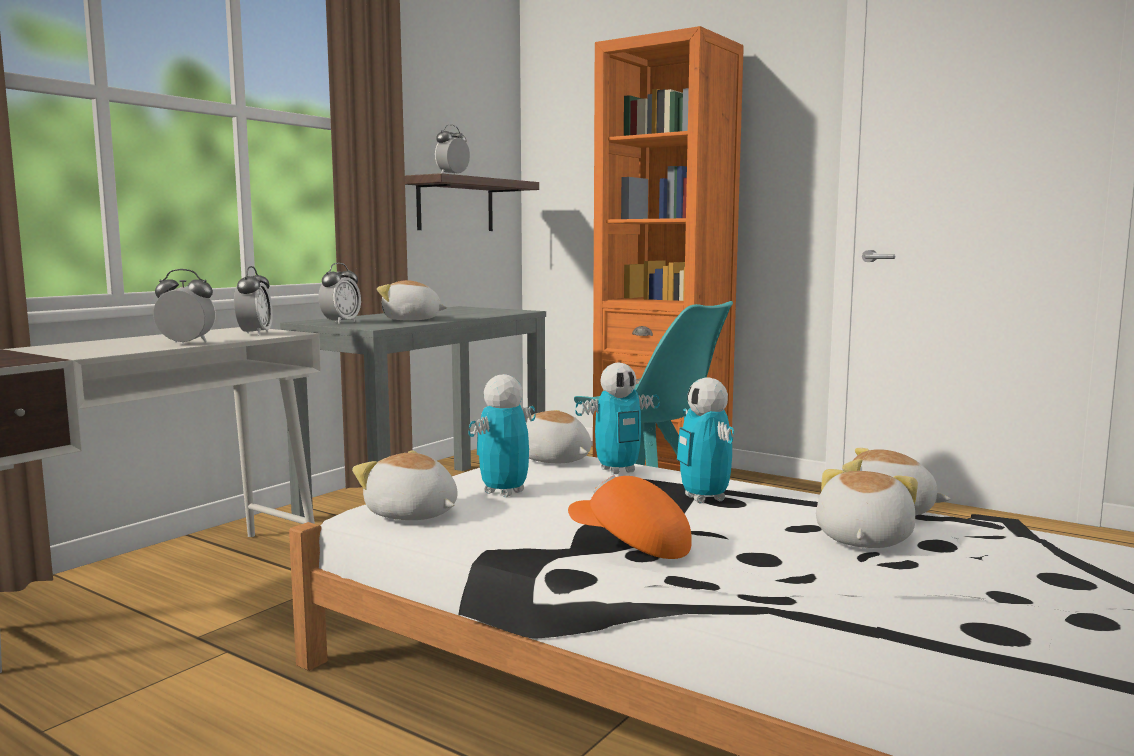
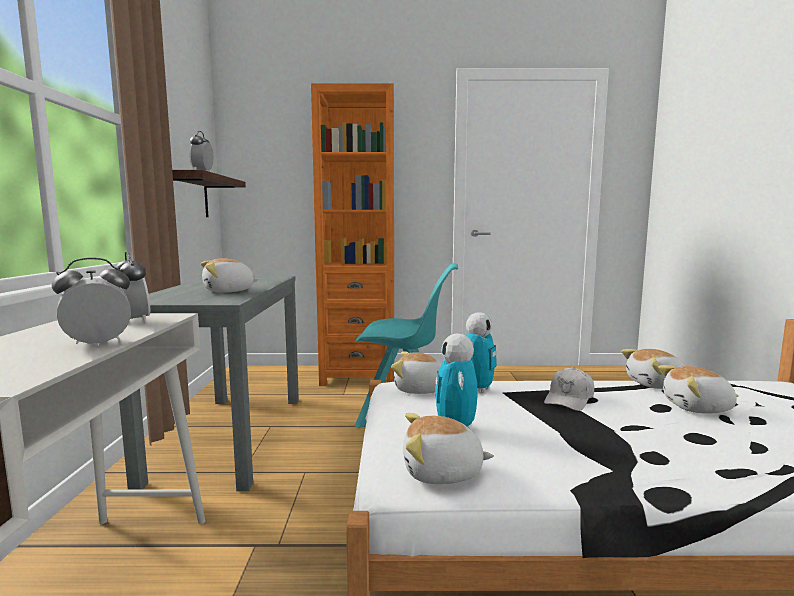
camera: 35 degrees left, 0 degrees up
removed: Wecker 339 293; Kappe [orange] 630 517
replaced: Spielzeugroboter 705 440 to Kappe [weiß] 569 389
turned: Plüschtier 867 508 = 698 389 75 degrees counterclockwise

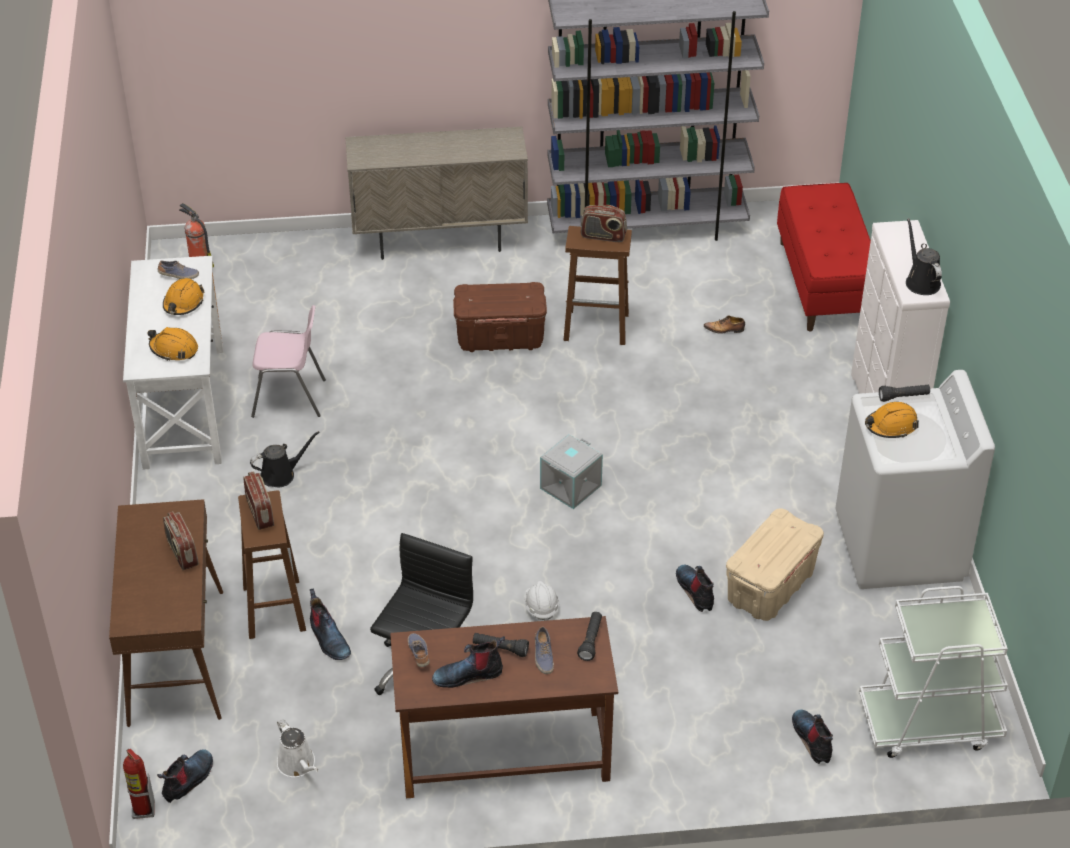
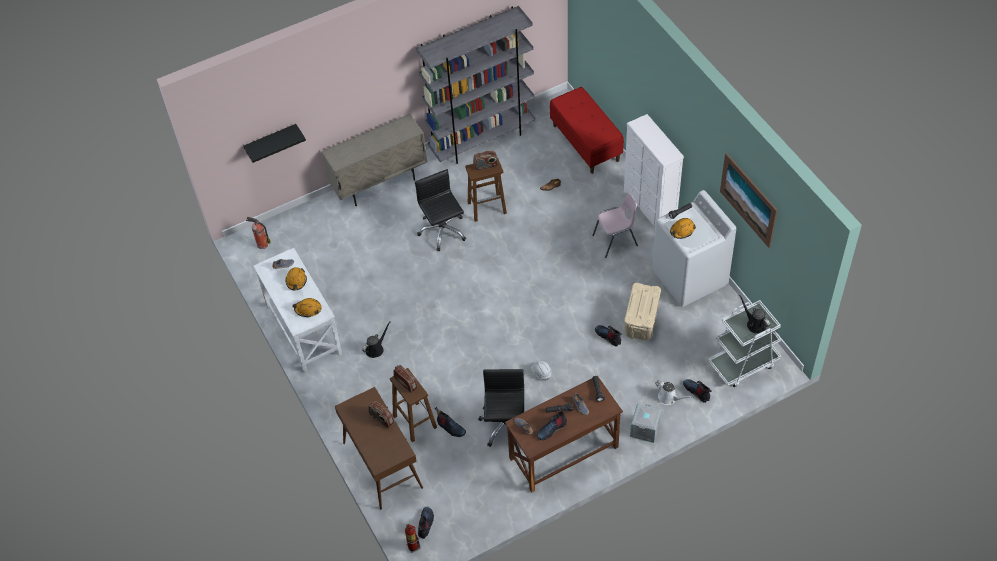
camera: 20 degrees left, 10 degrees up
added: Wandregal [schwarz] 274 143; Bild 749 200
moved: Stuhl [rosa] 288 361 to 615 225; Gießkanne [weiß] 298 748 to 673 392; Aufbewahrungsbox [grau] 571 471 to 645 423; Gießkanne [schwarz] 924 256 to 754 314
replaced: Aufbewahrungsbox [braun] 500 317 to Bürostuhl [schwarz] 440 210

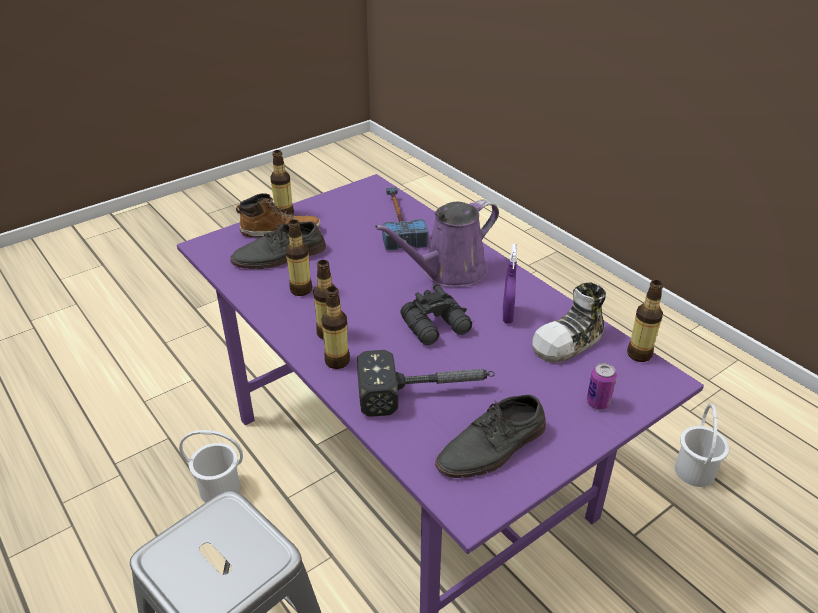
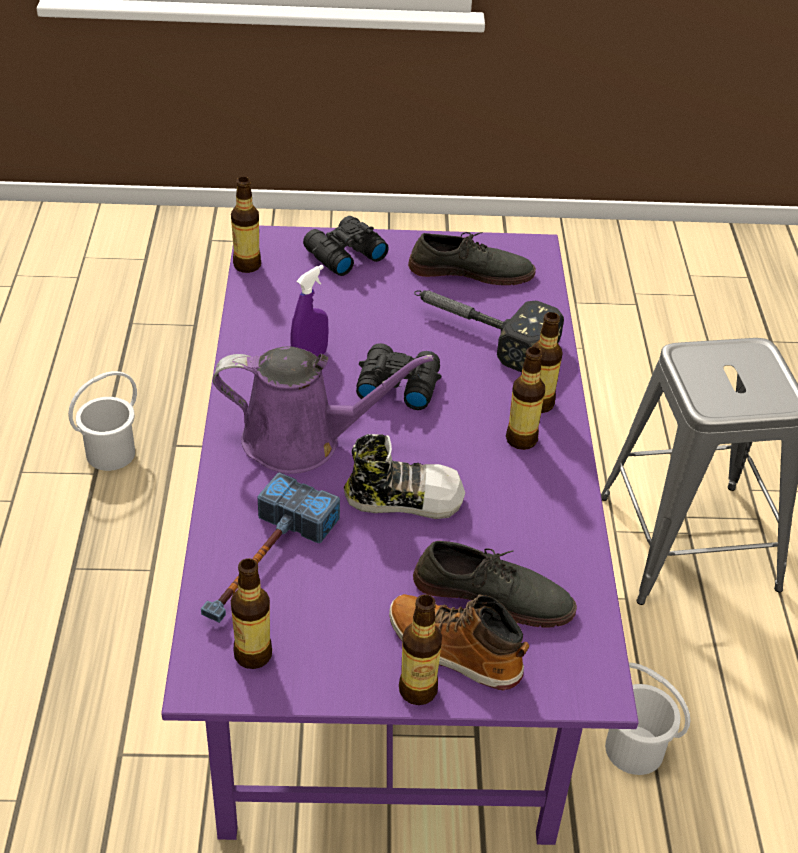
camera: 145 degrees left, 5 degrees up
moved: Flasche 298 258 to 251 613; Schuh 569 322 to 404 476
replaced: Dose 602 386 to Fernglas [schwarz] 346 246

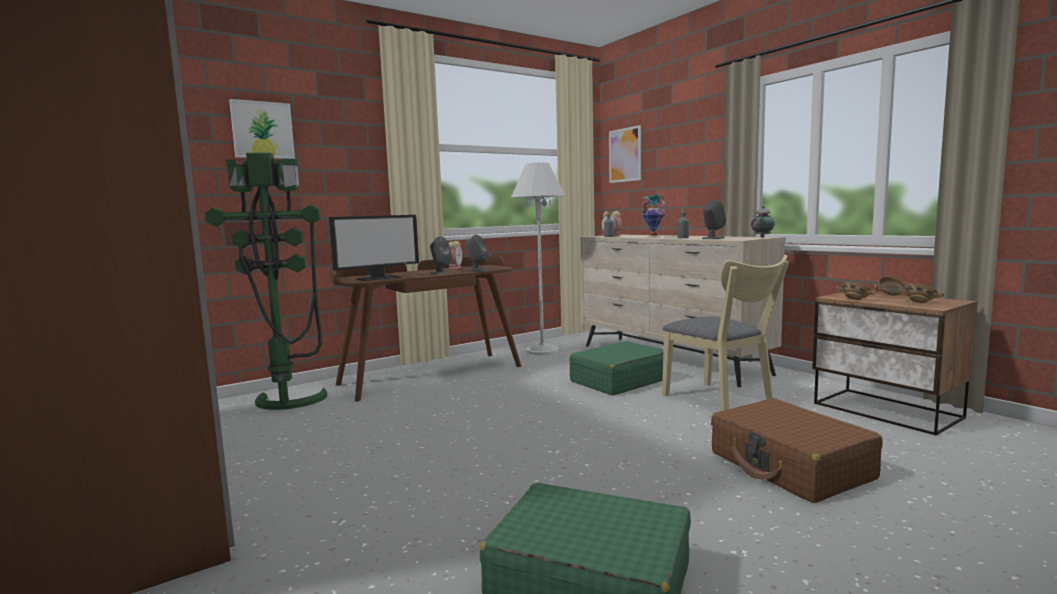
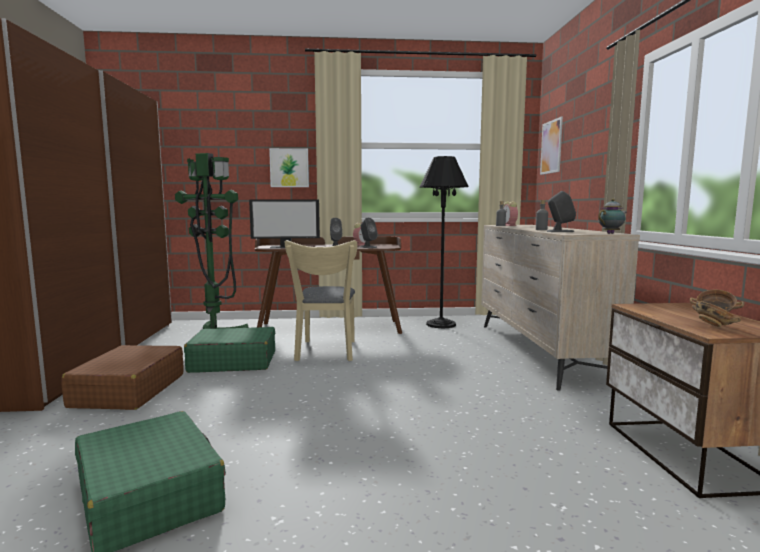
camera: 30 degrees right, 0 degrees up
removed: Vase 653 216; Schüssel 856 291
moved: Bild 262 129 to 289 167; Koffer [grün] 616 368 to 229 350; Stuhl [beige] 725 333 to 321 300; Koffer [braun] 797 450 to 122 377
recoloured: Stehlampe [weiß] 538 259 to Stehlampe [schwarz] 444 242

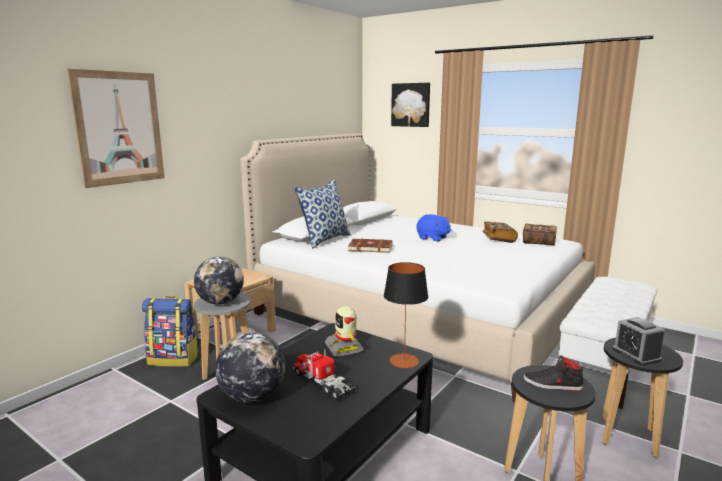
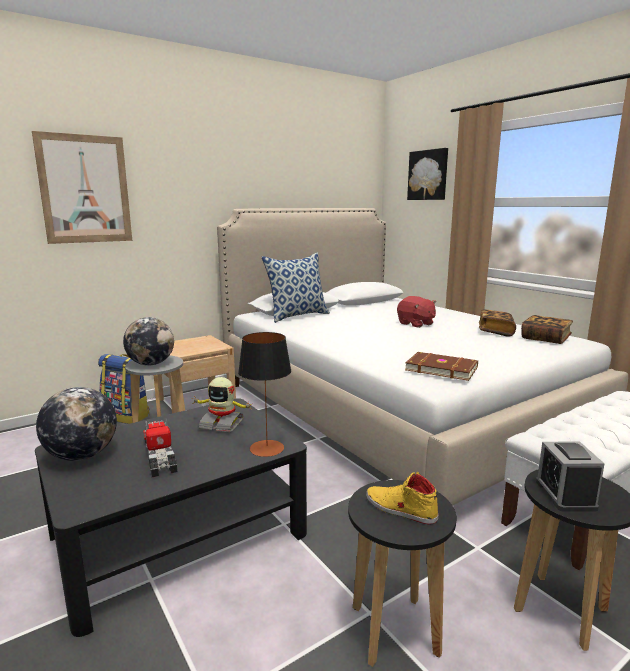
camera: 20 degrees right, 0 degrees up
moved: Buch [braun] 370 246 to 441 366
recoloured: Plüschtier [blau] 434 227 to Plüschtier [rot] 416 312; Schuh [schwarz] 553 373 to Schuh [gelb] 402 498
turned: Spielzeugroboter 344 331 = 222 404 75 degrees counterclockwise

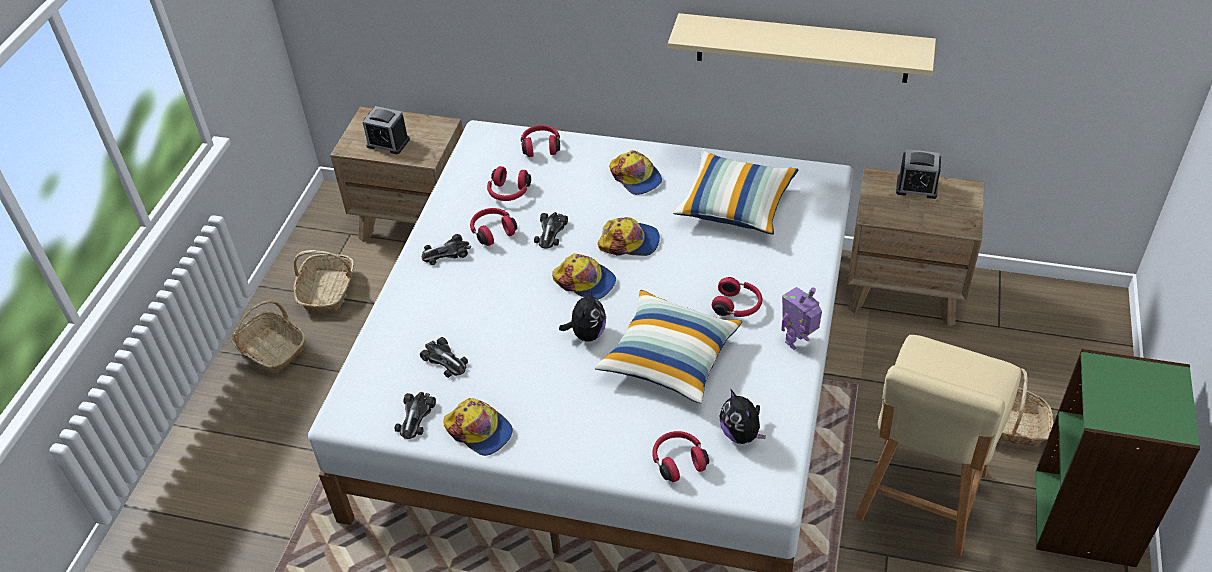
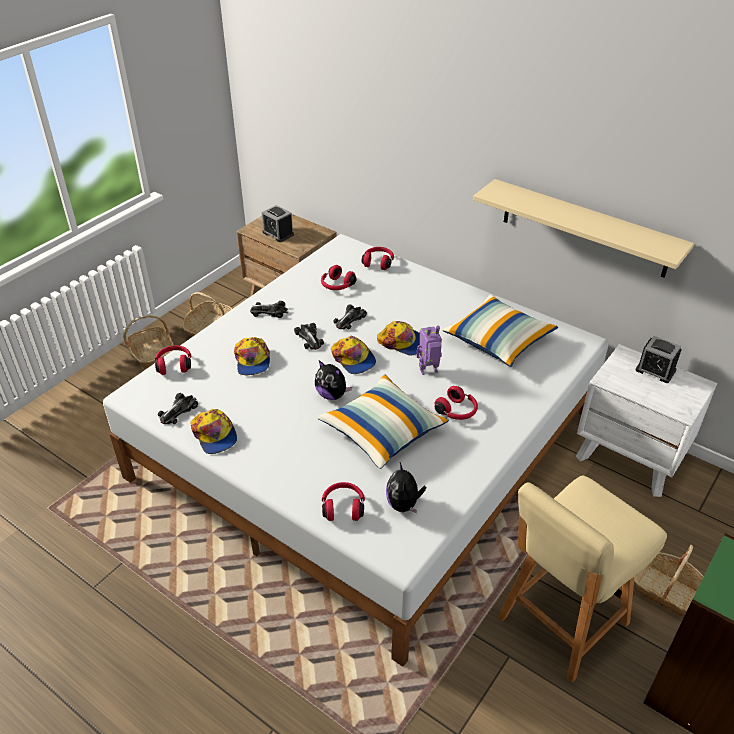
camera: 20 degrees right, 5 degrees down
moved: Spielzeugauto 444 357 to 309 336; Kopfhörer [rot] 493 227 to 173 360; Kappe 635 172 to 252 356; Spielzeugroboter 801 318 to 429 350
recoloured: Nachttisch [braun] 915 247 to Nachttisch [weiß] 646 420
turned: Plüschtier 582 315 = 333 380 90 degrees clockwise

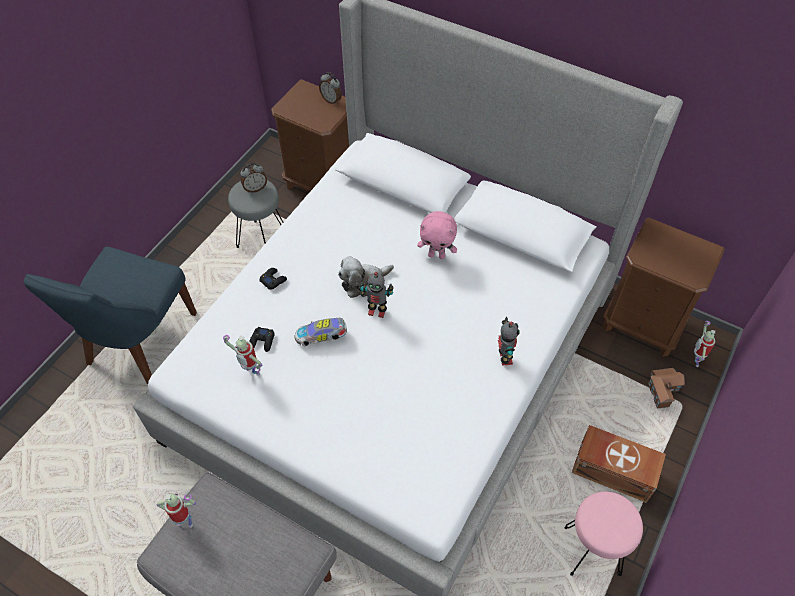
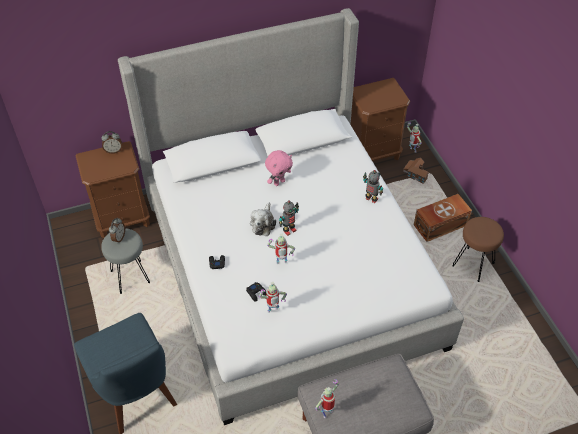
camera: 50 degrees left, 5 degrees down
replaced: Spielzeugauto 320 332 to Spielzeugroboter 281 248
recoloured: Hocker [rosa] 604 534 to Hocker [braun] 478 249

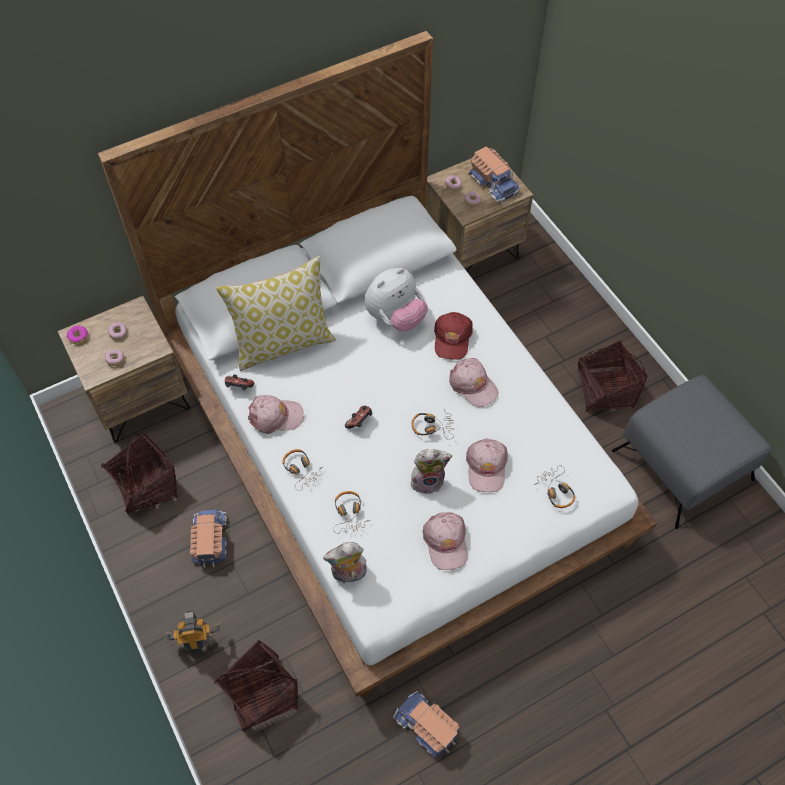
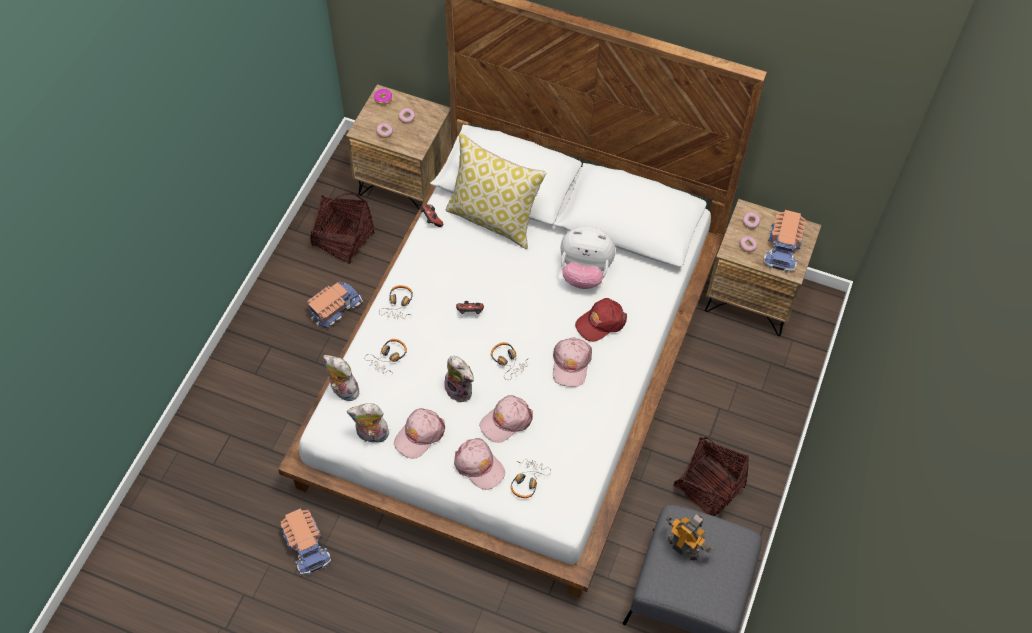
camera: 50 degrees right, 0 degrees up
removed: Korb 256 686
added: Plüschtier 368 423
moved: Spielzeugroboter 194 632 to 690 537; Kappe [rosa] 276 414 to 479 464
turned: Spielzeuglaster 426 724 = 306 542 150 degrees clockwise

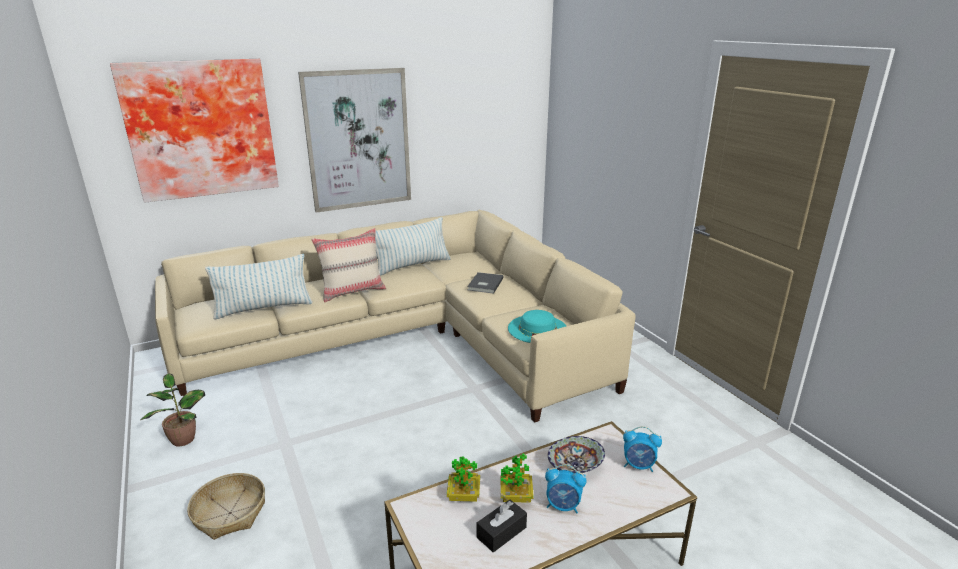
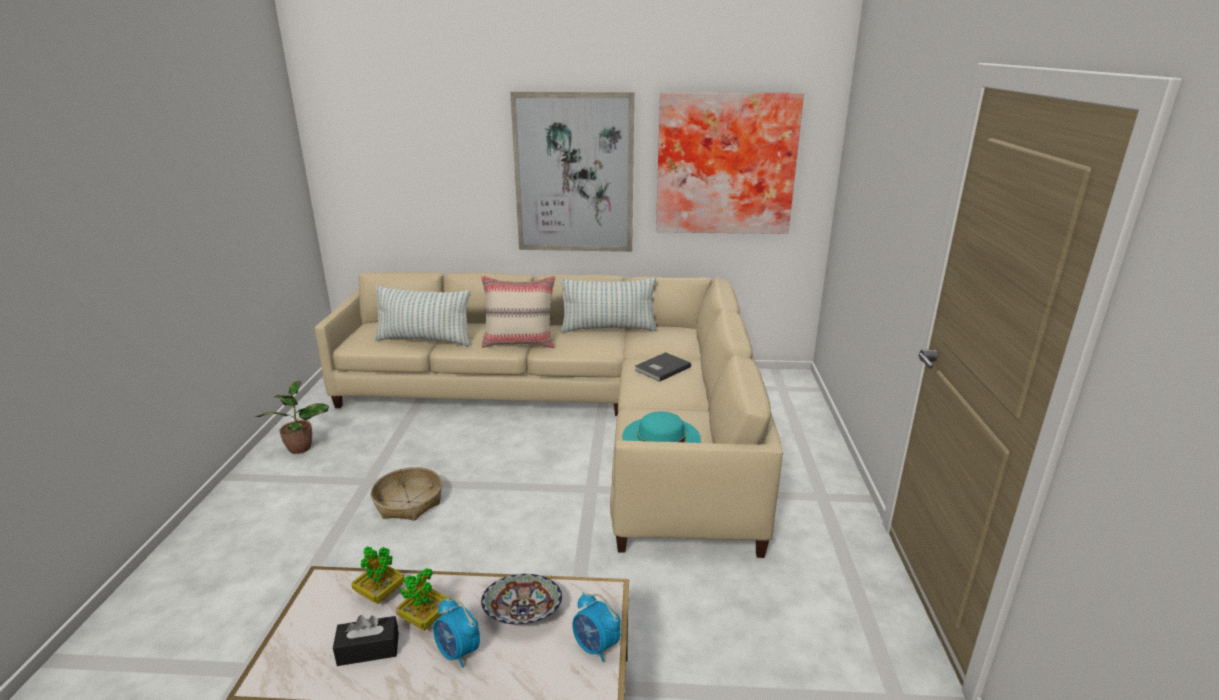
camera: 30 degrees right, 0 degrees up
moved: Bild 194 131 to 730 163; Korb 226 506 to 406 494

